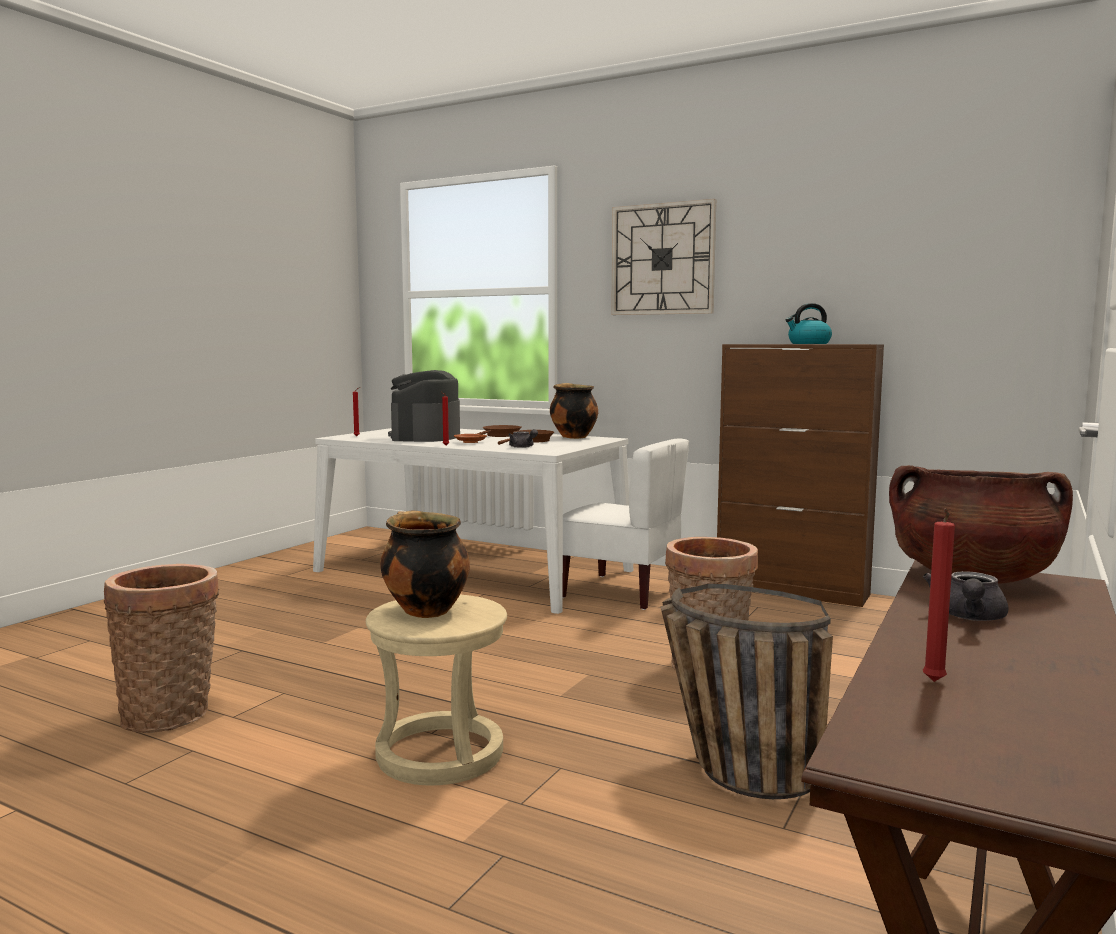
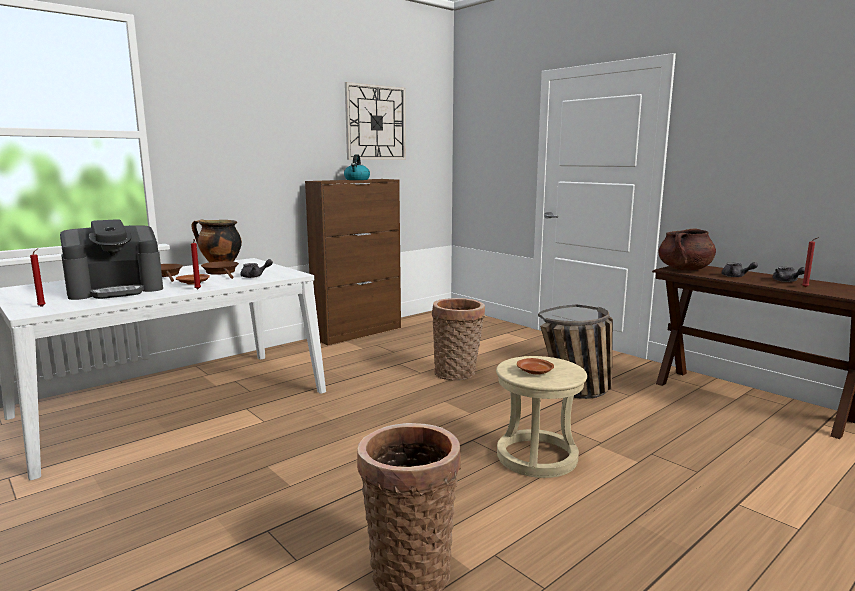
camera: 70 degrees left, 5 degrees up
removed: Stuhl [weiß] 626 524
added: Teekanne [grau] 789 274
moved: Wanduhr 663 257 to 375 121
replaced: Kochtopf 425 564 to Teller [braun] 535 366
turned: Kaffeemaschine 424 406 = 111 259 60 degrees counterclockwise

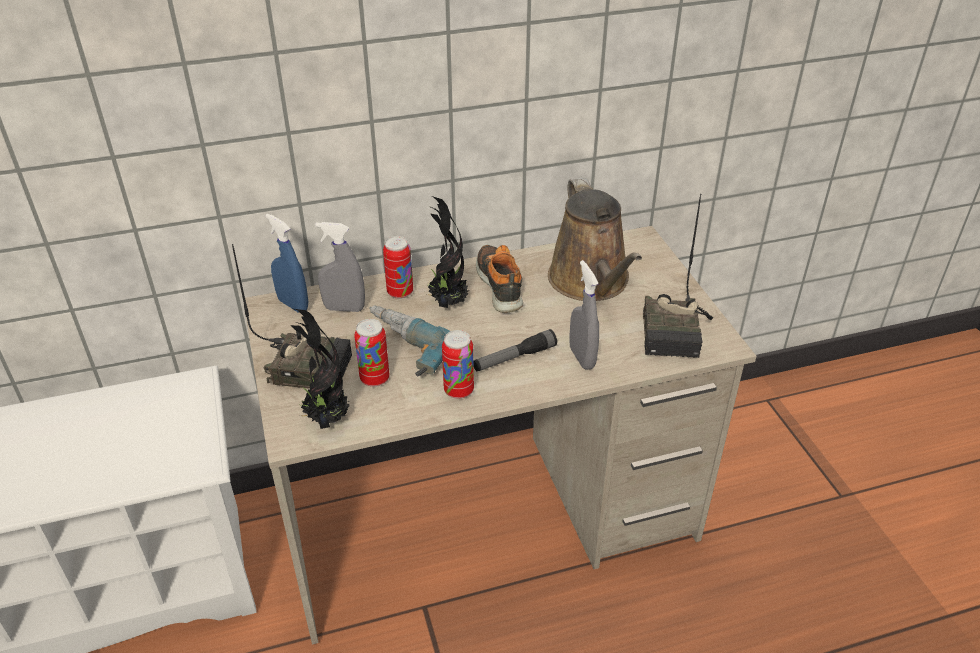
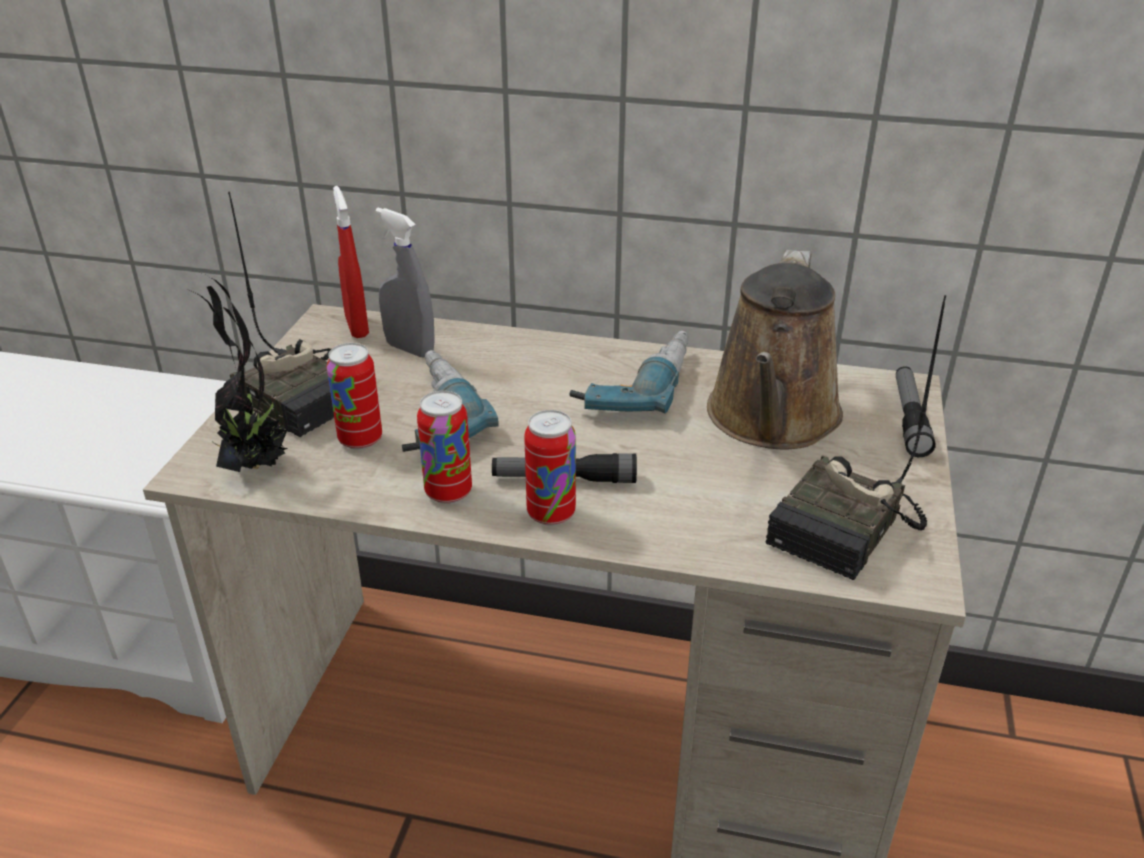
camera: 30 degrees right, 5 degrees down
removed: Topfpflanze 446 252; Sprühflasche [grau] 584 315
added: Taschenlampe 916 411
moved: Dose 398 267 to 550 468
replaced: Schuh 499 279 to Bohrmaschine 628 372
recoloured: Sprühflasche [blau] 287 263 to Sprühflasche [rot] 351 262

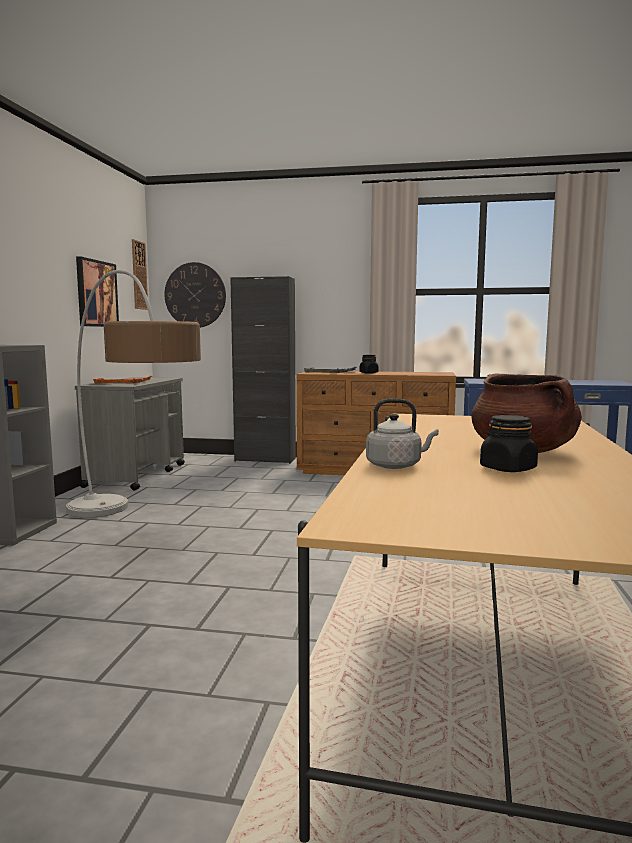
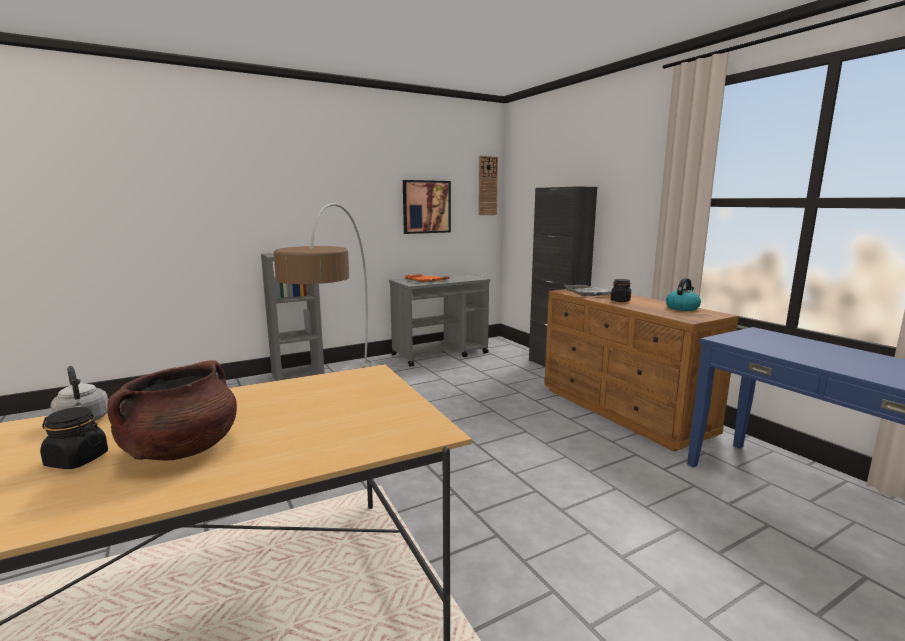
camera: 50 degrees right, 5 degrees up
removed: Wanduhr 195 295
added: Wasserkessel 683 294

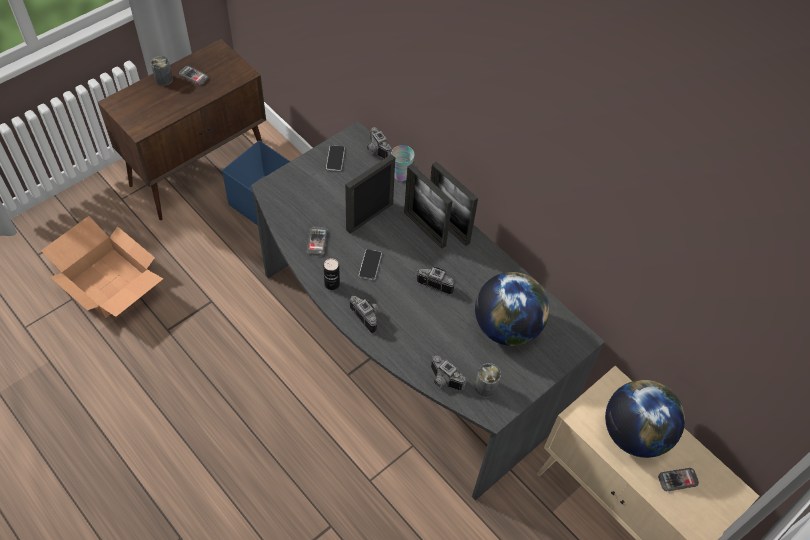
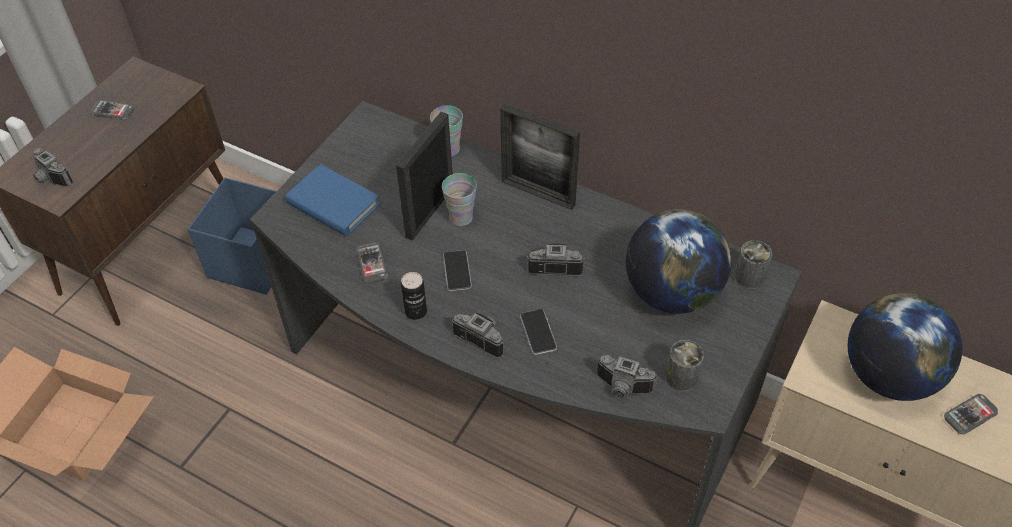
camera: 15 degrees left, 5 degrees down
removed: Bilderrahmen 428 206
added: Buch [blau] 333 200; Tasse 459 199
moved: Dose 162 71 to 753 264; Handy 335 158 to 538 332; Kamera 379 143 to 53 167

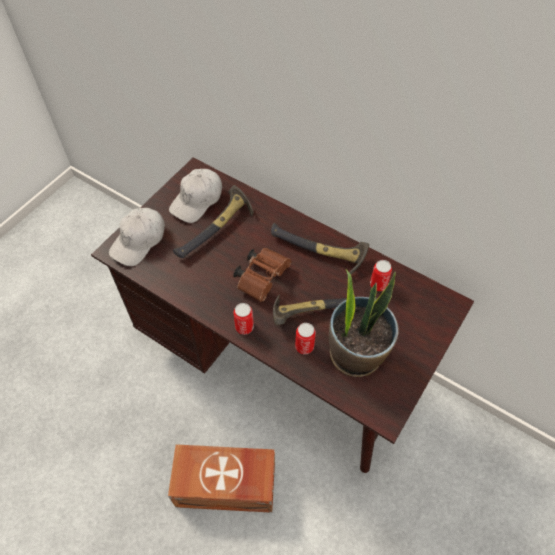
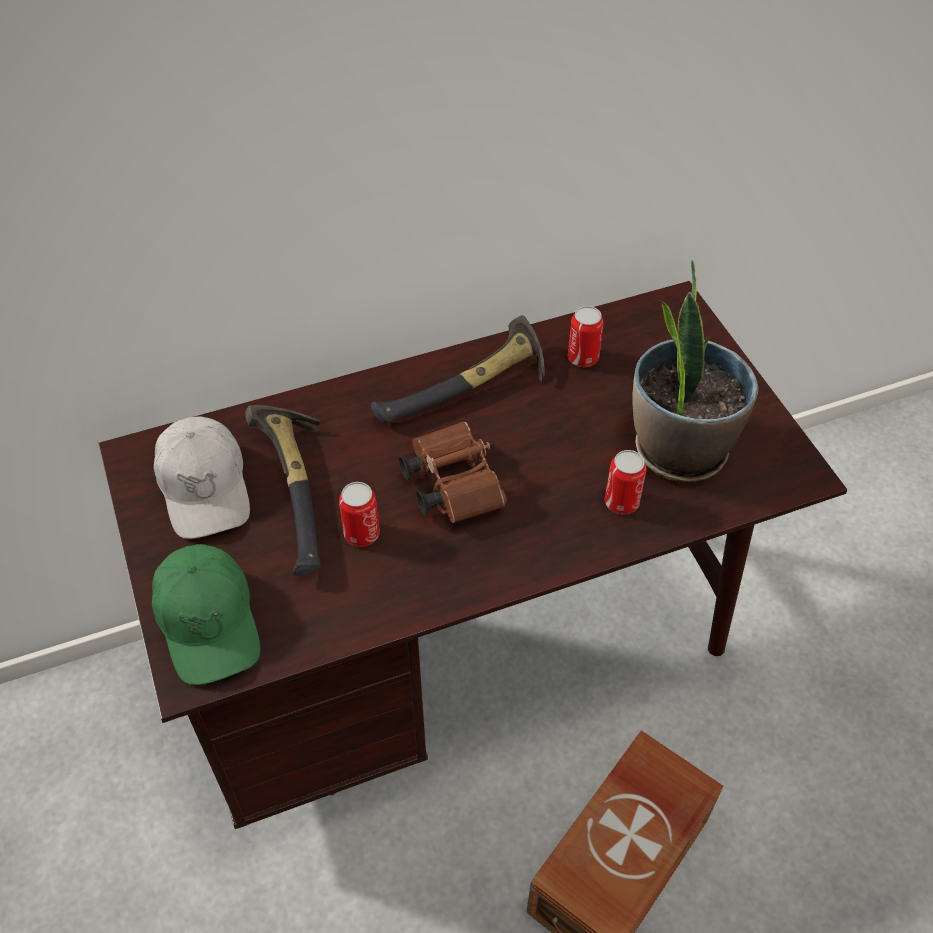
camera: 55 degrees left, 5 degrees down
removed: Hammer 325 309
moved: Dose 244 319 to 359 514
recoloured: Kappe [weiß] 137 237 to Kappe [grün] 206 614

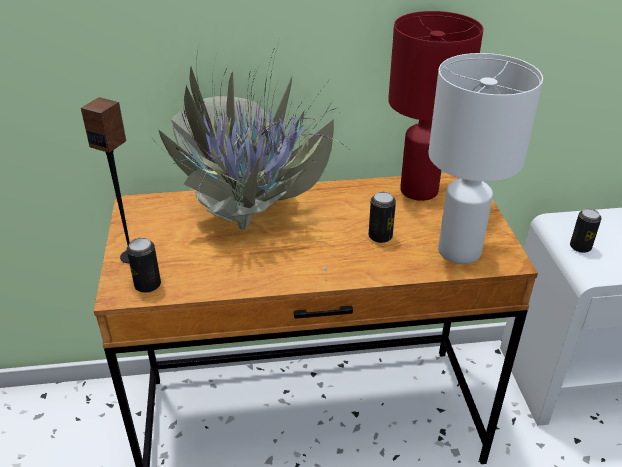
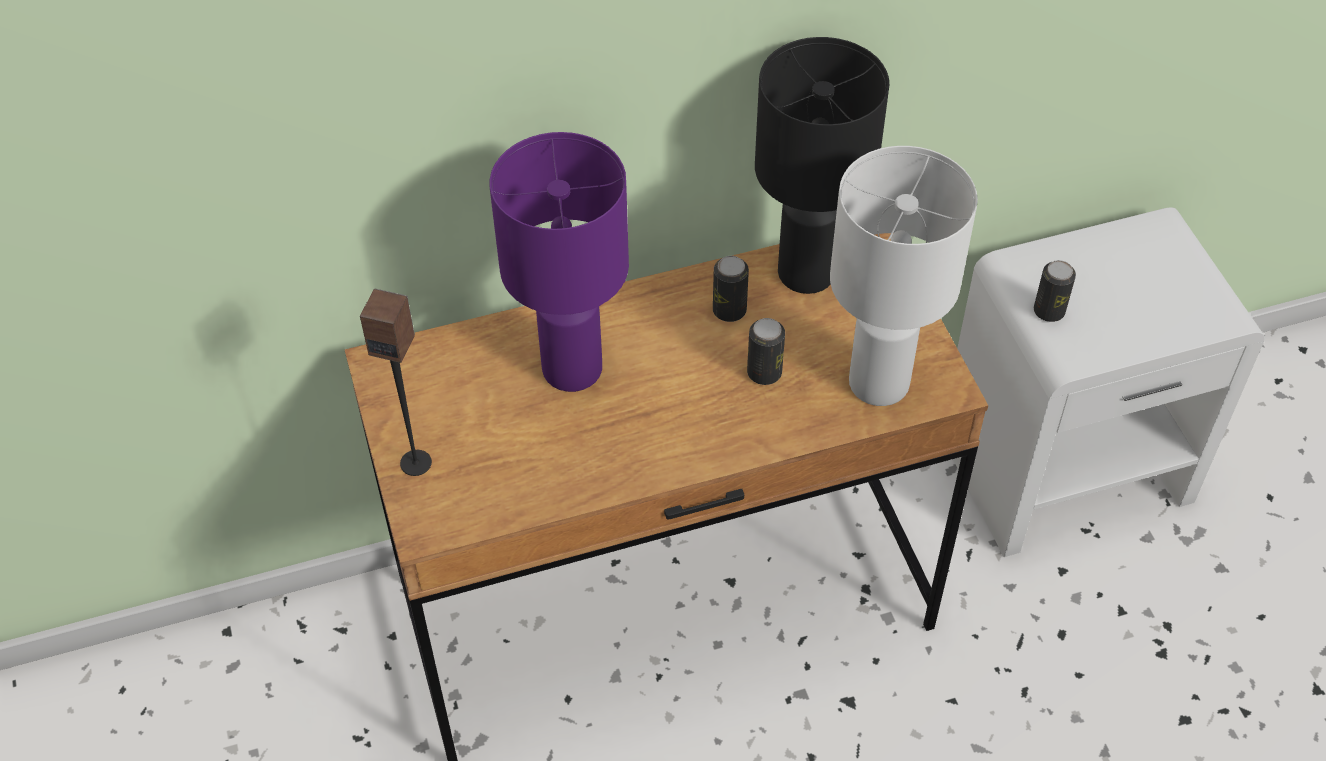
camera: 10 degrees left, 15 degrees up
moved: Dose 144 265 to 731 289
replaced: Topfpflanze 249 156 to Tischlampe [lila] 559 262
recoloured: Tischlampe [rot] 435 106 to Tischlampe [schwarz] 822 165

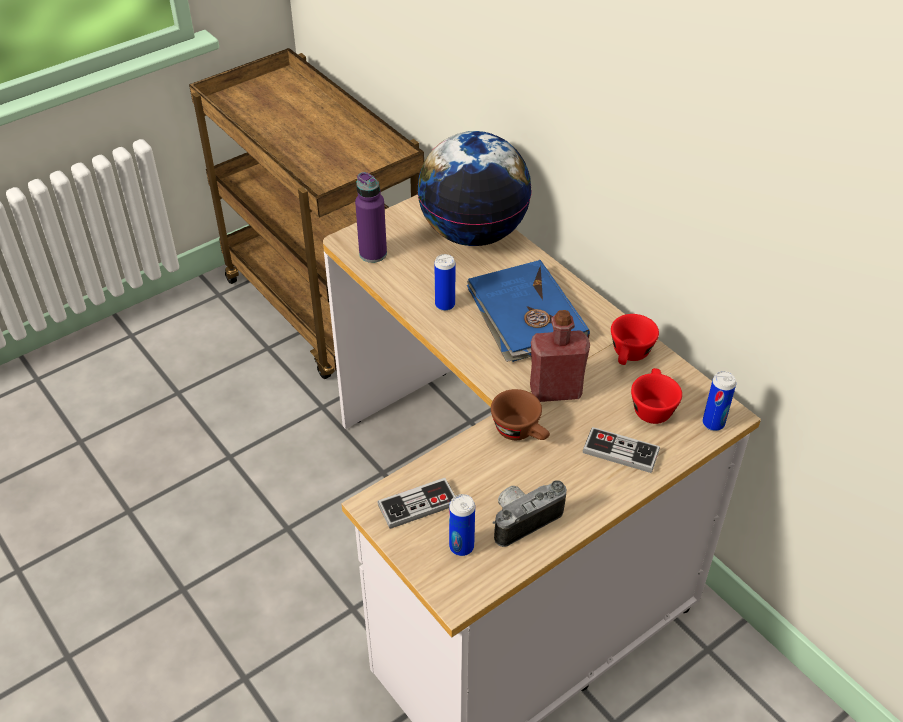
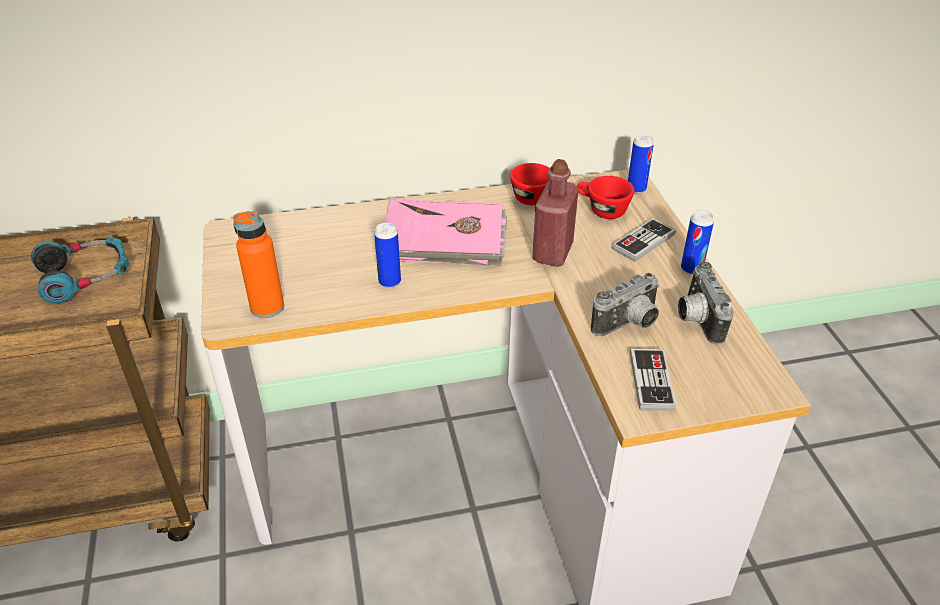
camera: 65 degrees left, 5 degrees down
removed: Globus 474 188; Tasse [braun] 520 414
added: Kopfhörer 80 269; Kamera 625 304
moved: Dose 462 525 to 697 242
recoloured: Flasche [lila] 371 217 to Flasche [orange] 258 264; Buch [blau] 528 311 to Buch [rosa] 446 233

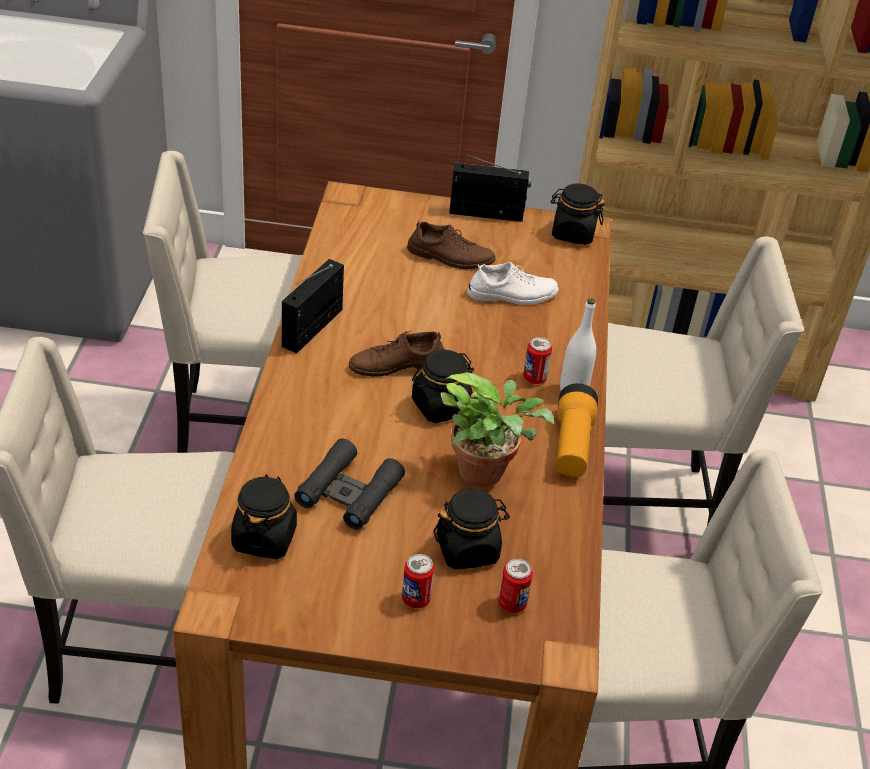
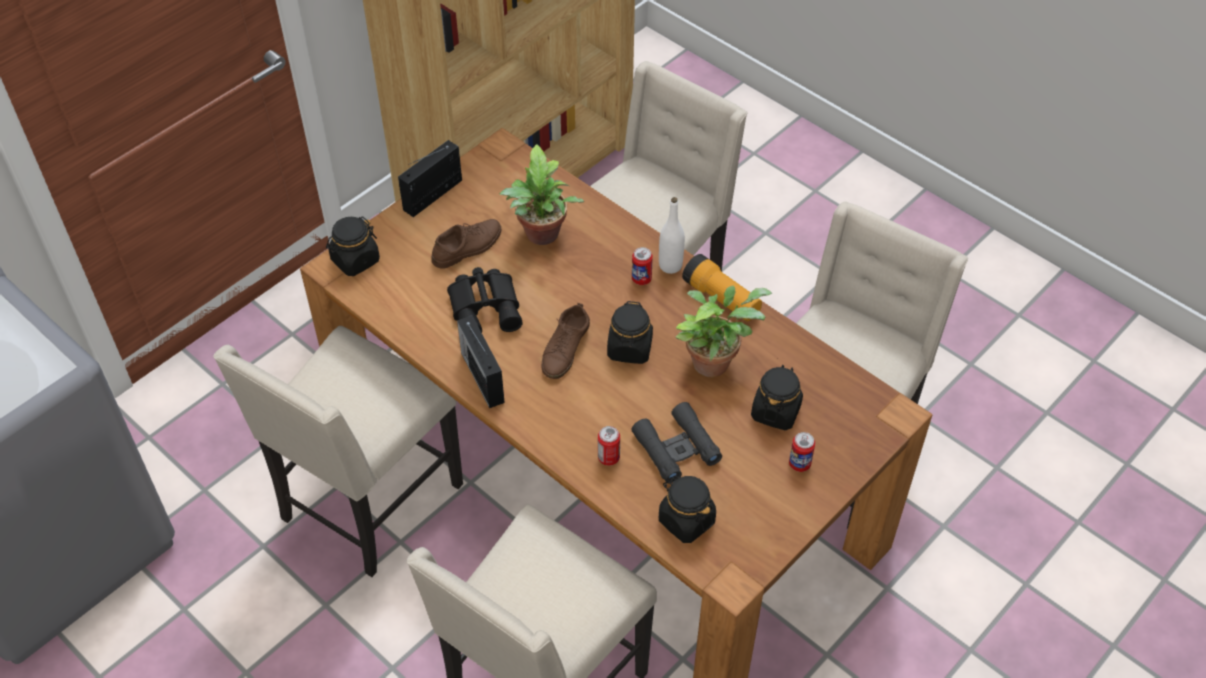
camera: 50 degrees left, 10 degrees up
added: Fernglas [schwarz] 485 300
moved: Dose 515 586 to 609 446; Vorratsglas [schwarz] 578 214 to 353 246
replaced: Schuh [weiß] 513 283 to Topfpflanze 541 194

